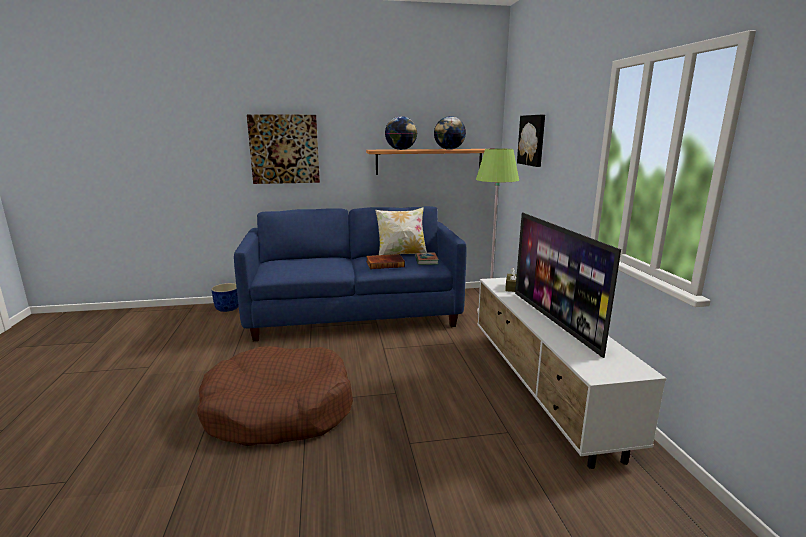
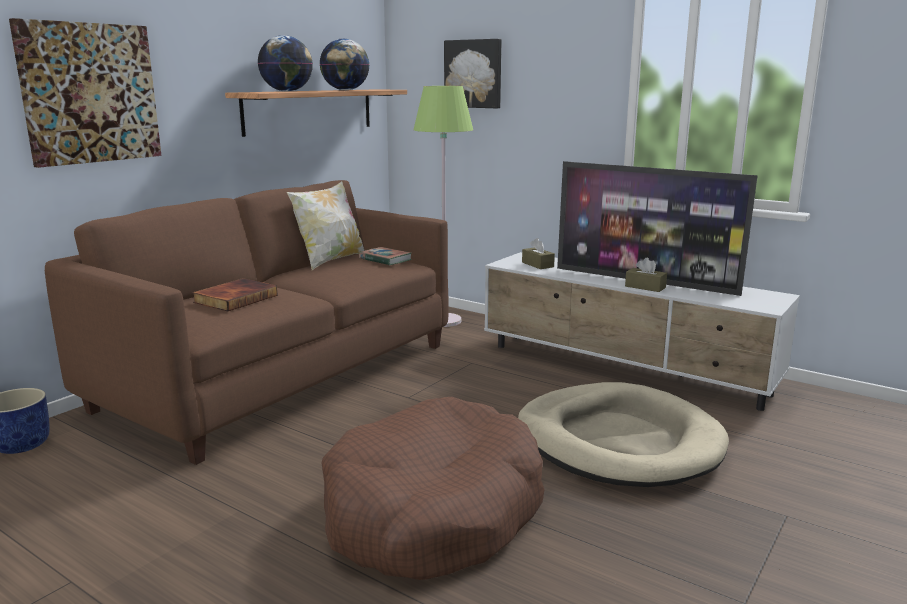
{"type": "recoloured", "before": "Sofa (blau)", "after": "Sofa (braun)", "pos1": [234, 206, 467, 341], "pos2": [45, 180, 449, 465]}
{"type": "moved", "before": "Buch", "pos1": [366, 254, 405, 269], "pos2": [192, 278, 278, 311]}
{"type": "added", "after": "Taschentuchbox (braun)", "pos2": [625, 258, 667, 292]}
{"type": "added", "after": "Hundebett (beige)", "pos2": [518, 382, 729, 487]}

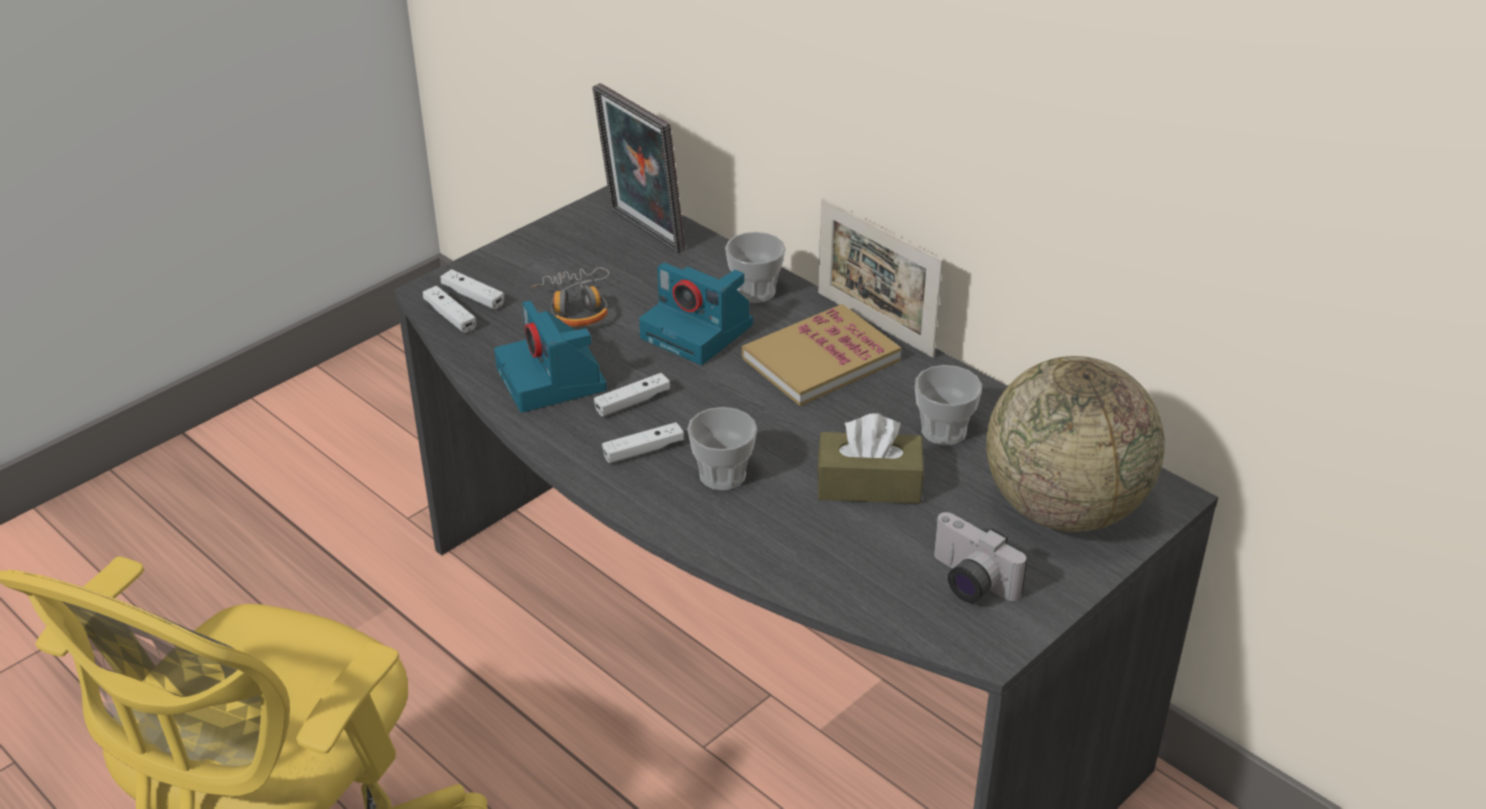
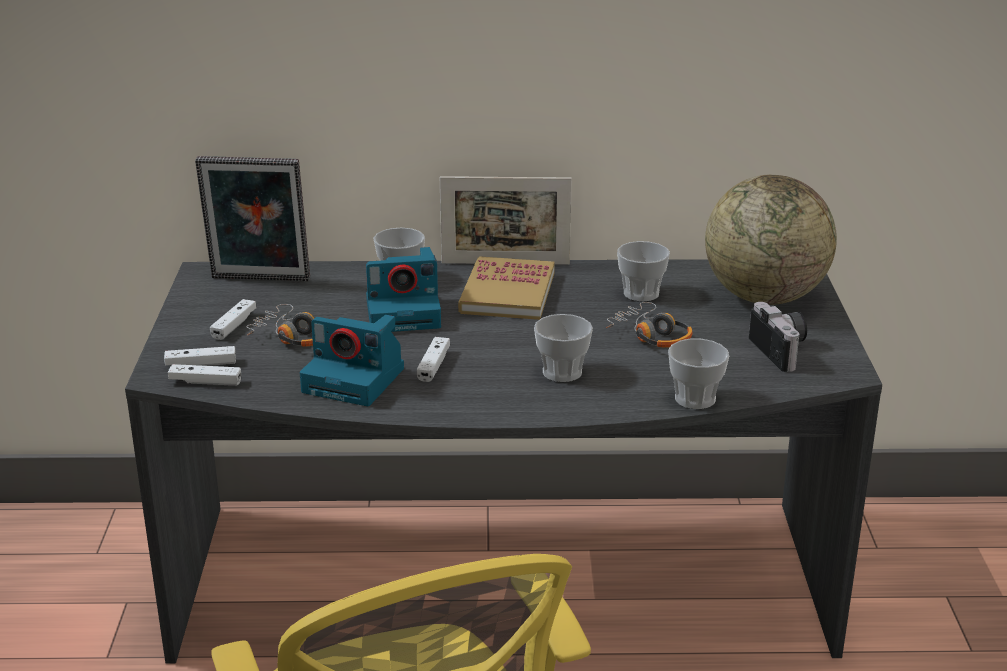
{"type": "replaced", "before": "Taschentuchbox (braun)", "after": "Kopfhörer", "pos1": [817, 413, 924, 504], "pos2": [606, 302, 692, 347]}
{"type": "moved", "before": "Gamepad (weiß)", "pos1": [602, 422, 684, 464], "pos2": [210, 299, 257, 340]}
{"type": "turned", "before": "Kamera", "pos1": [934, 512, 1027, 603], "pos2": [749, 302, 807, 372], "turn": -105}
{"type": "added", "after": "Tasse", "pos2": [668, 338, 729, 409]}

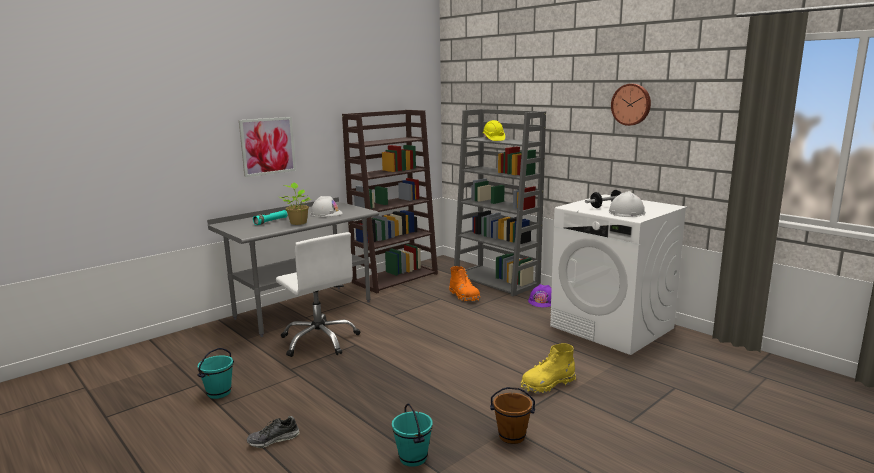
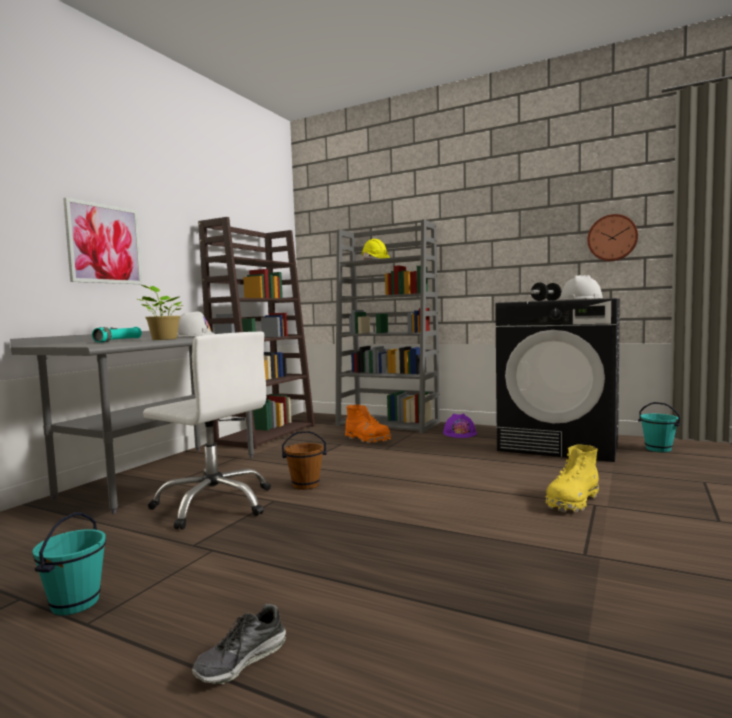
{"type": "moved", "before": "Wanduhr", "pos1": [611, 84, 651, 126], "pos2": [587, 214, 638, 261]}
{"type": "recoloured", "before": "Waschmaschine (weiß)", "after": "Waschmaschine (schwarz)", "pos1": [550, 194, 687, 355], "pos2": [495, 298, 620, 462]}
{"type": "moved", "before": "Eimer (braun)", "pos1": [490, 387, 535, 444], "pos2": [282, 431, 327, 490]}
{"type": "moved", "before": "Eimer (türkis)", "pos1": [392, 403, 433, 467], "pos2": [638, 402, 681, 452]}

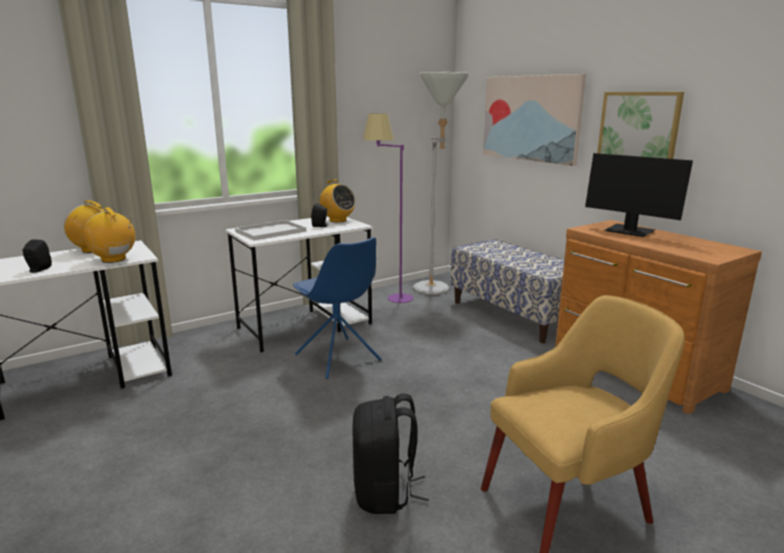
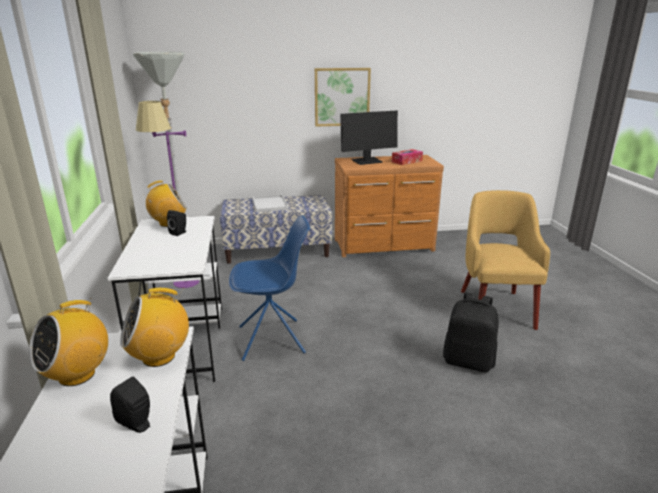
{"type": "removed", "before": "Bild", "pos1": [483, 74, 586, 166]}
{"type": "moved", "before": "Tablett (weiß)", "pos1": [235, 220, 306, 240], "pos2": [252, 194, 289, 212]}
{"type": "added", "after": "Taschentuchbox", "pos2": [392, 149, 423, 165]}

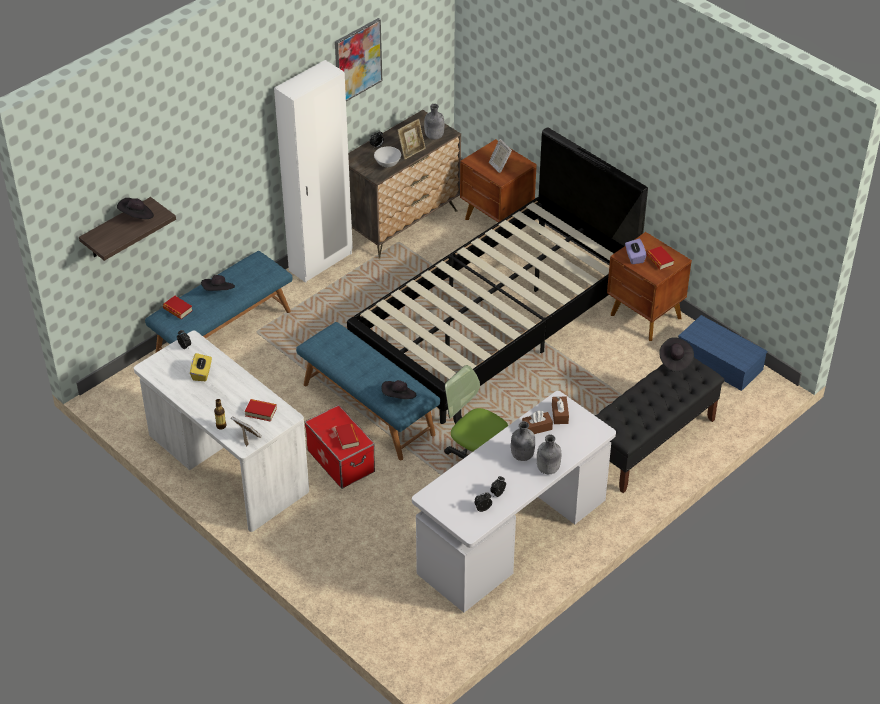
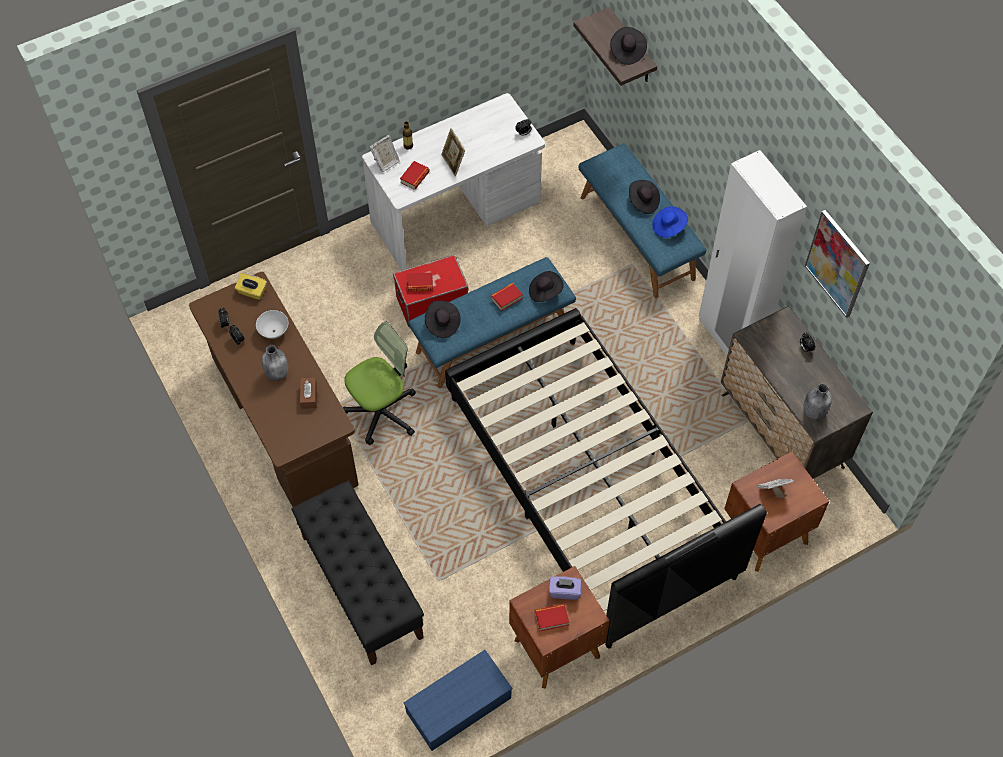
{"type": "moved", "before": "Bilderrahmen", "pos1": [397, 119, 426, 160], "pos2": [441, 128, 465, 176]}
{"type": "moved", "before": "Schüssel (weiß)", "pos1": [374, 146, 401, 167], "pos2": [256, 310, 288, 339]}
{"type": "moved", "before": "Buch", "pos1": [163, 296, 193, 319], "pos2": [491, 283, 523, 311]}
{"type": "moved", "before": "Hut (schwarz)", "pos1": [659, 337, 694, 372], "pos2": [529, 271, 564, 302]}
{"type": "moved", "before": "Taschentuchbox (gelb)", "pos1": [190, 353, 212, 381], "pos2": [235, 273, 267, 300]}
{"type": "recoloured", "before": "Schreibtisch (weiß)", "after": "Schreibtisch (braun)", "pos1": [412, 391, 616, 612], "pos2": [189, 272, 359, 507]}
{"type": "removed", "before": "Taschentuchbox (braun)", "pos1": [552, 397, 569, 424]}
{"type": "removed", "before": "Flasche (grau)", "pos1": [537, 435, 561, 474]}
{"type": "added", "after": "Hut (blau)", "pos2": [652, 206, 688, 238]}

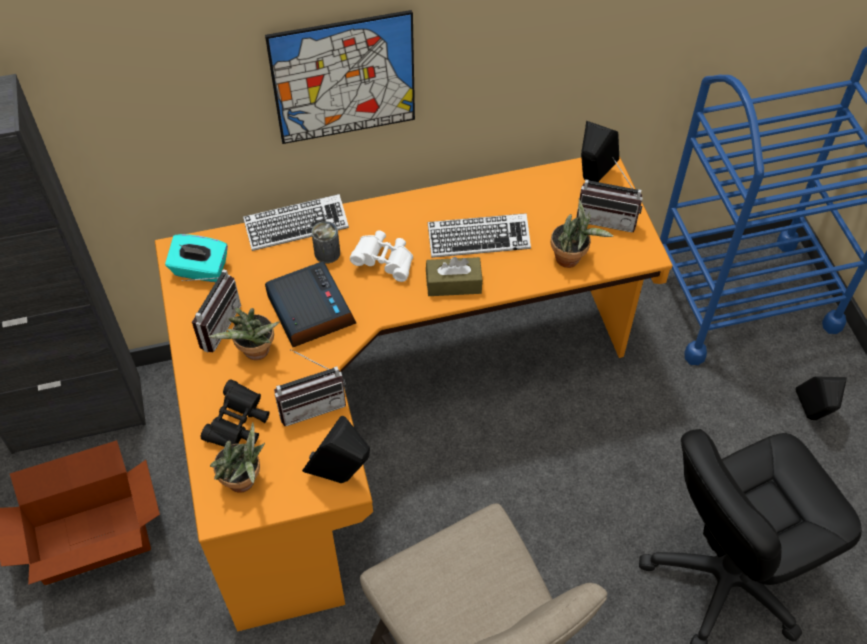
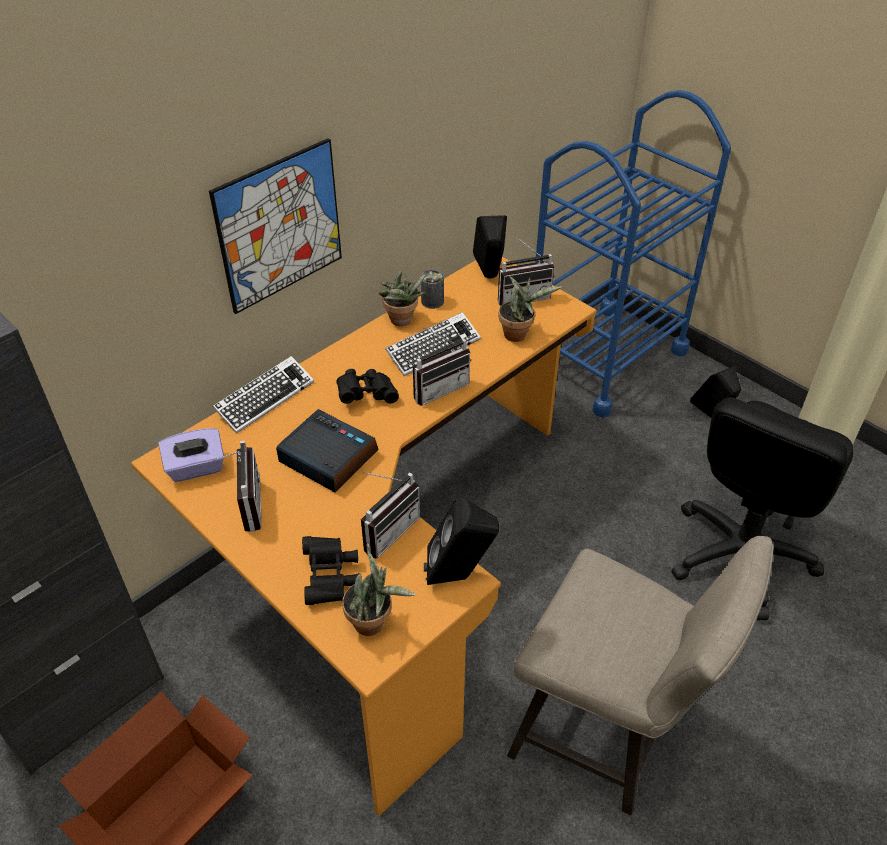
{"type": "moved", "before": "Dose", "pos1": [312, 221, 340, 263], "pos2": [421, 270, 444, 309]}
{"type": "recoloured", "before": "Fernglas (weiß)", "after": "Fernglas (schwarz)", "pos1": [350, 231, 413, 282], "pos2": [336, 369, 399, 404]}
{"type": "recoloured", "before": "Taschentuchbox (türkis)", "after": "Taschentuchbox (lila)", "pos1": [165, 234, 228, 282], "pos2": [158, 428, 224, 482]}
{"type": "replaced", "before": "Taschentuchbox (braun)", "after": "Radio", "pos1": [426, 257, 483, 296], "pos2": [413, 327, 471, 406]}
{"type": "moved", "before": "Topfpflanze", "pos1": [208, 308, 279, 360], "pos2": [378, 270, 426, 326]}

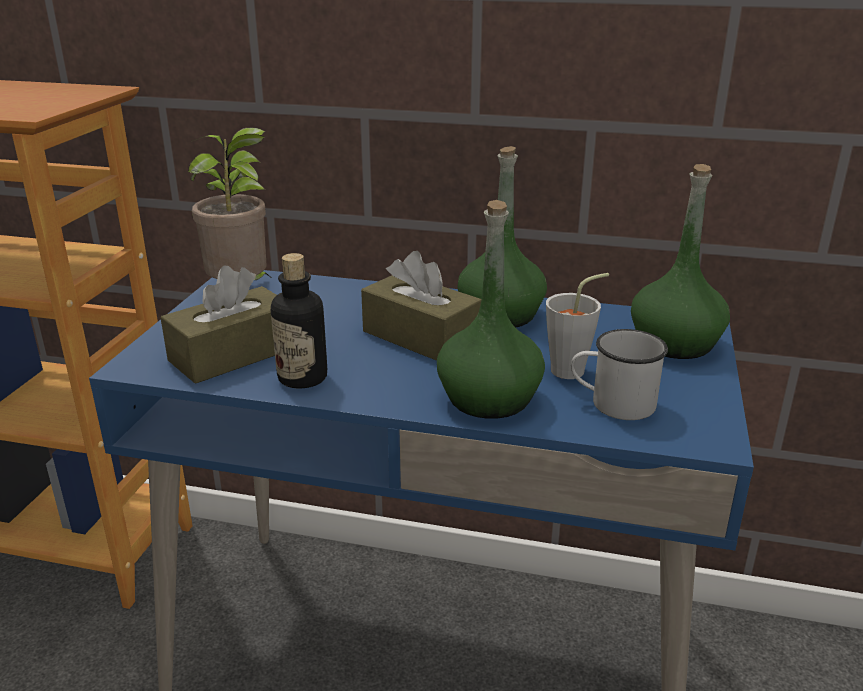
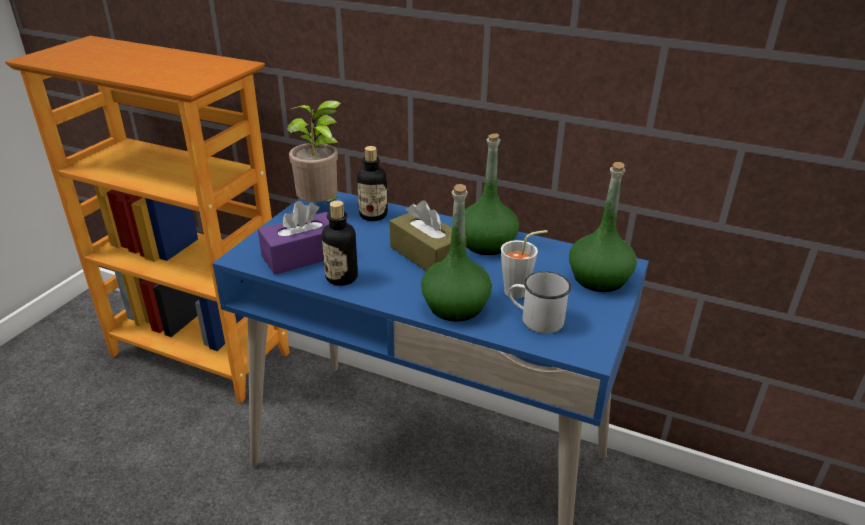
{"type": "recoloured", "before": "Taschentuchbox (braun)", "after": "Taschentuchbox (lila)", "pos1": [160, 265, 277, 384], "pos2": [258, 201, 329, 275]}
{"type": "added", "after": "Flasche", "pos2": [357, 146, 388, 221]}

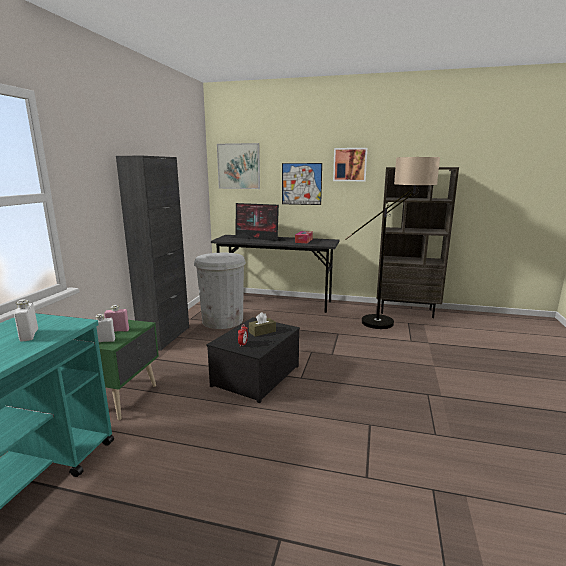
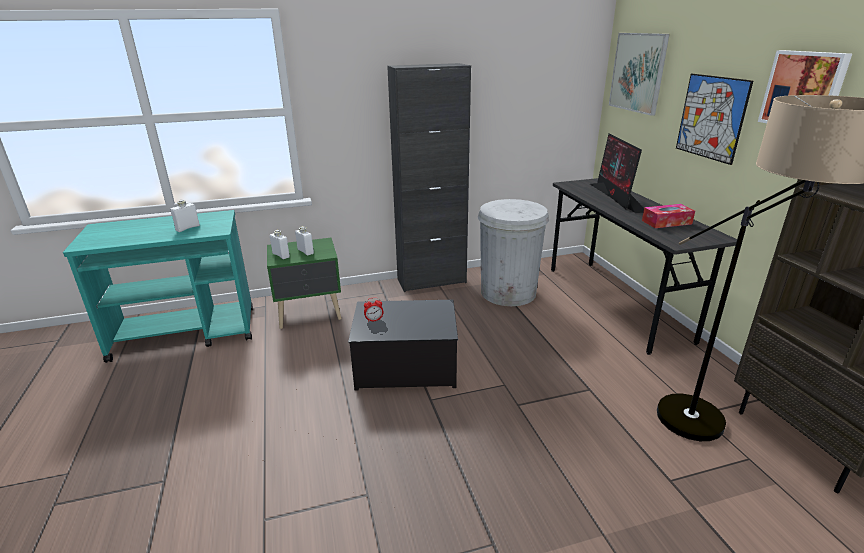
{"type": "recoloured", "before": "Flasche (rosa)", "after": "Flasche (weiß)", "pos1": [104, 305, 129, 332], "pos2": [295, 226, 314, 255]}
{"type": "removed", "before": "Taschentuchbox (braun)", "pos1": [249, 312, 276, 337]}

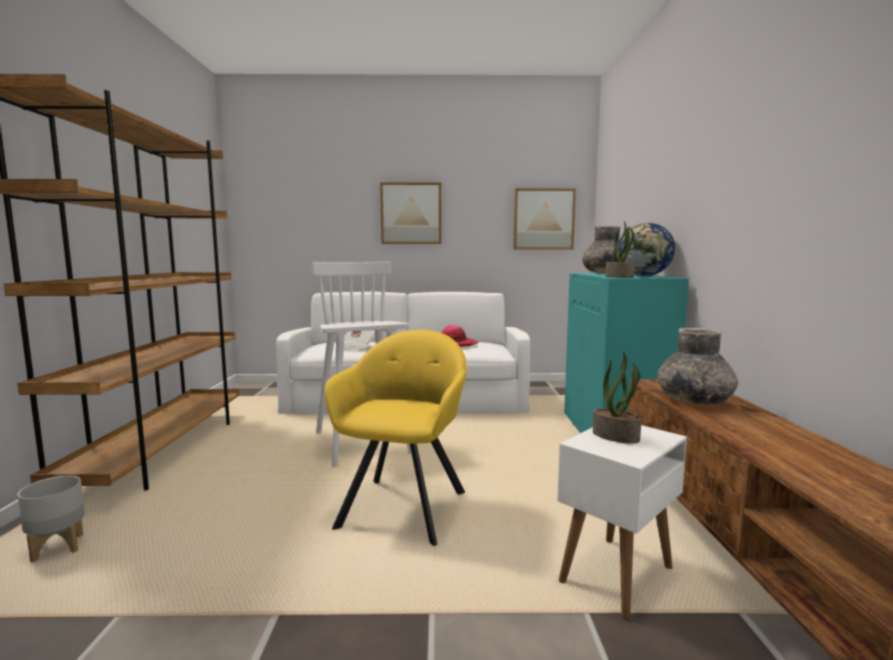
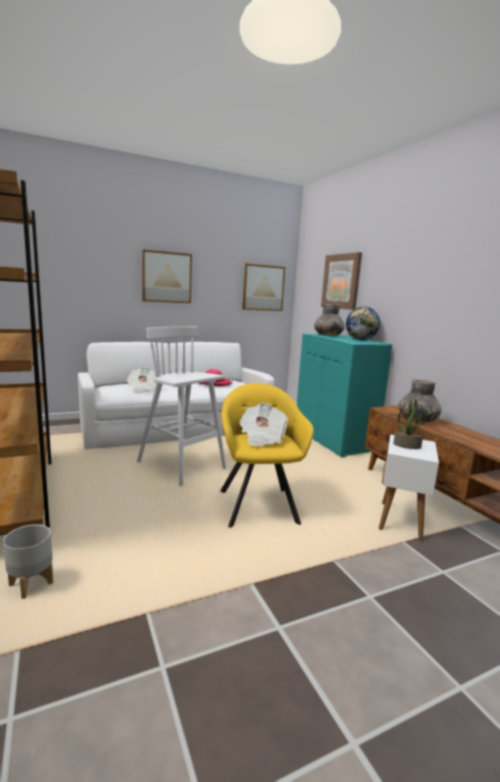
{"type": "removed", "before": "Topfpflanze", "pos1": [605, 221, 635, 278]}
{"type": "added", "after": "Bild", "pos2": [321, 252, 362, 310]}
{"type": "added", "after": "Zeitung", "pos2": [239, 403, 288, 447]}

